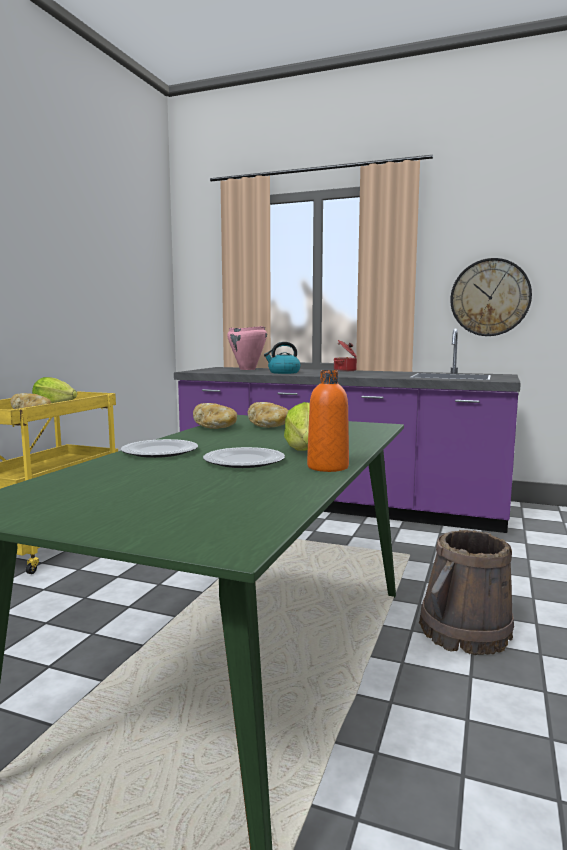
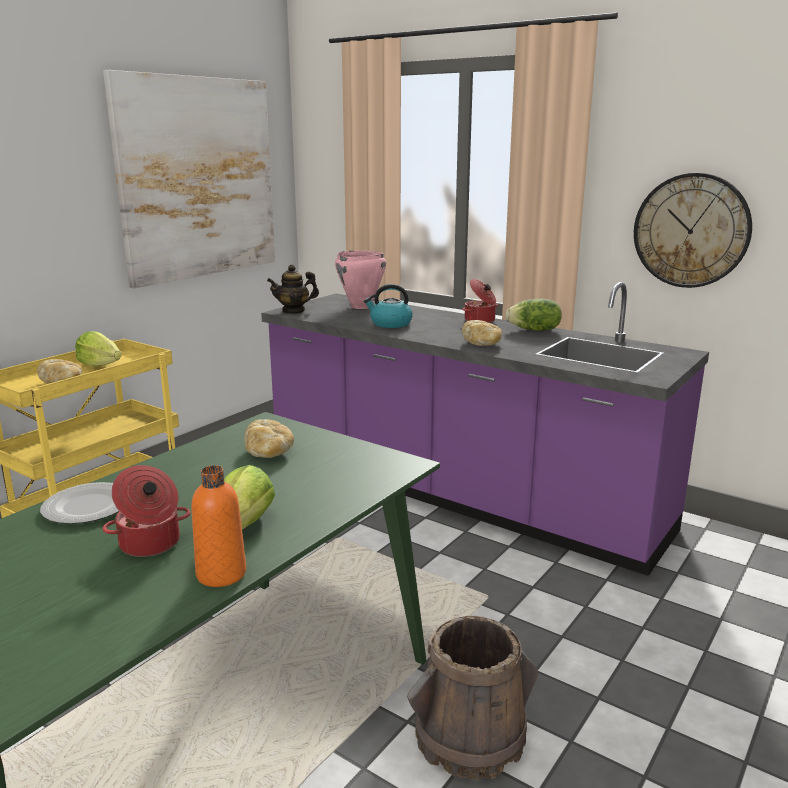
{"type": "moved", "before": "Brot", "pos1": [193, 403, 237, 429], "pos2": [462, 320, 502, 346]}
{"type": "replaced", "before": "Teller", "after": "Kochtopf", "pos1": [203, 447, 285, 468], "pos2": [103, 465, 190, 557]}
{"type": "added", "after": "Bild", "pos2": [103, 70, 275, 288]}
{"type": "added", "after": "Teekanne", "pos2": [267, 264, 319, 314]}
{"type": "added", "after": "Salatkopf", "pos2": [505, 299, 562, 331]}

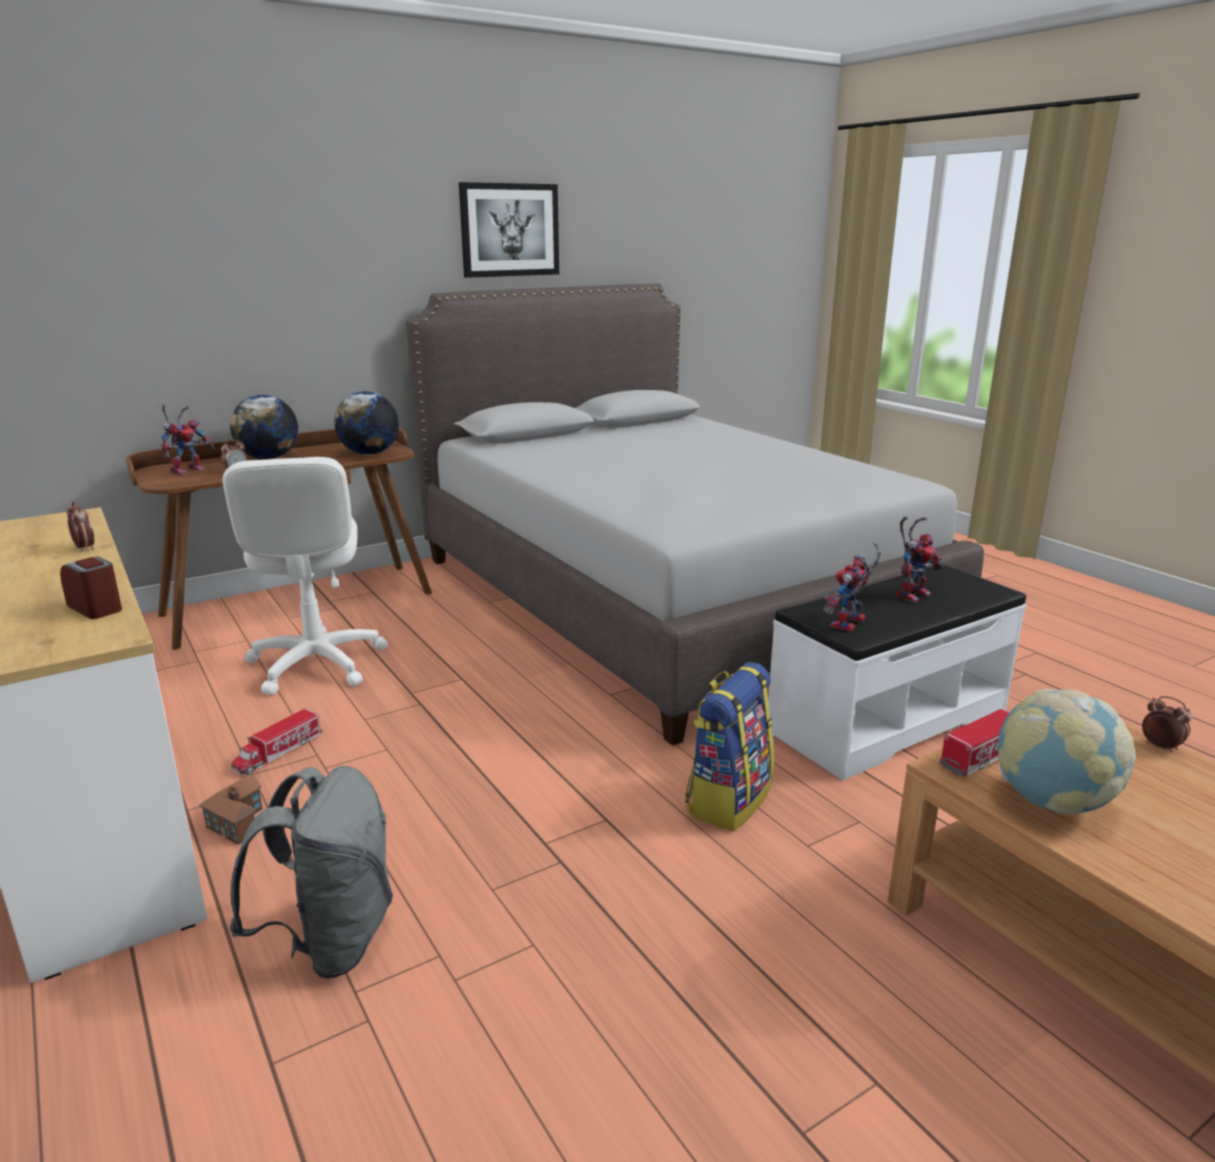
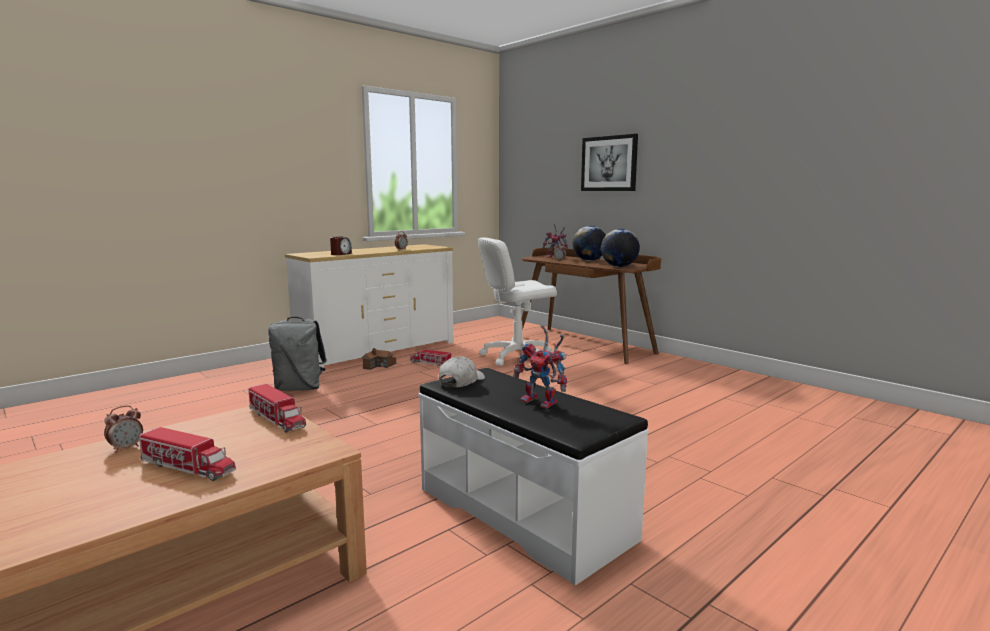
{"type": "moved", "before": "Bild", "pos1": [459, 182, 559, 278], "pos2": [581, 134, 638, 191]}
{"type": "removed", "before": "Bett (grau)", "pos1": [406, 284, 984, 746]}
{"type": "replaced", "before": "Spielzeugroboter", "after": "Kappe (weiß)", "pos1": [823, 542, 881, 632], "pos2": [439, 356, 485, 387]}
{"type": "removed", "before": "Rucksack", "pos1": [685, 662, 774, 831]}
{"type": "removed", "before": "Globus", "pos1": [998, 689, 1136, 814]}
{"type": "moved", "before": "Wecker", "pos1": [1142, 696, 1192, 752], "pos2": [104, 406, 143, 453]}
{"type": "added", "after": "Spielzeuglaster", "pos2": [139, 427, 236, 481]}

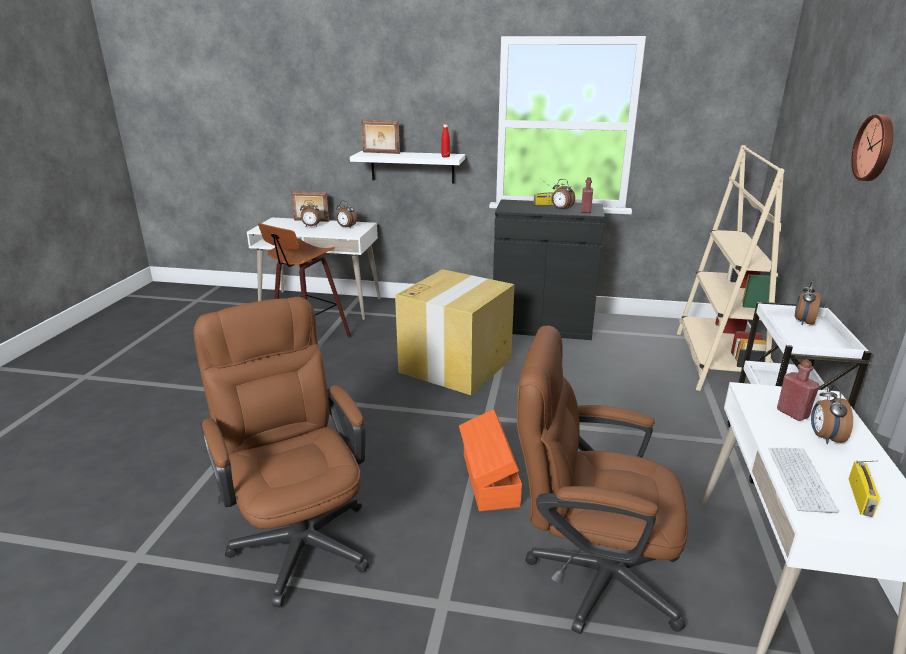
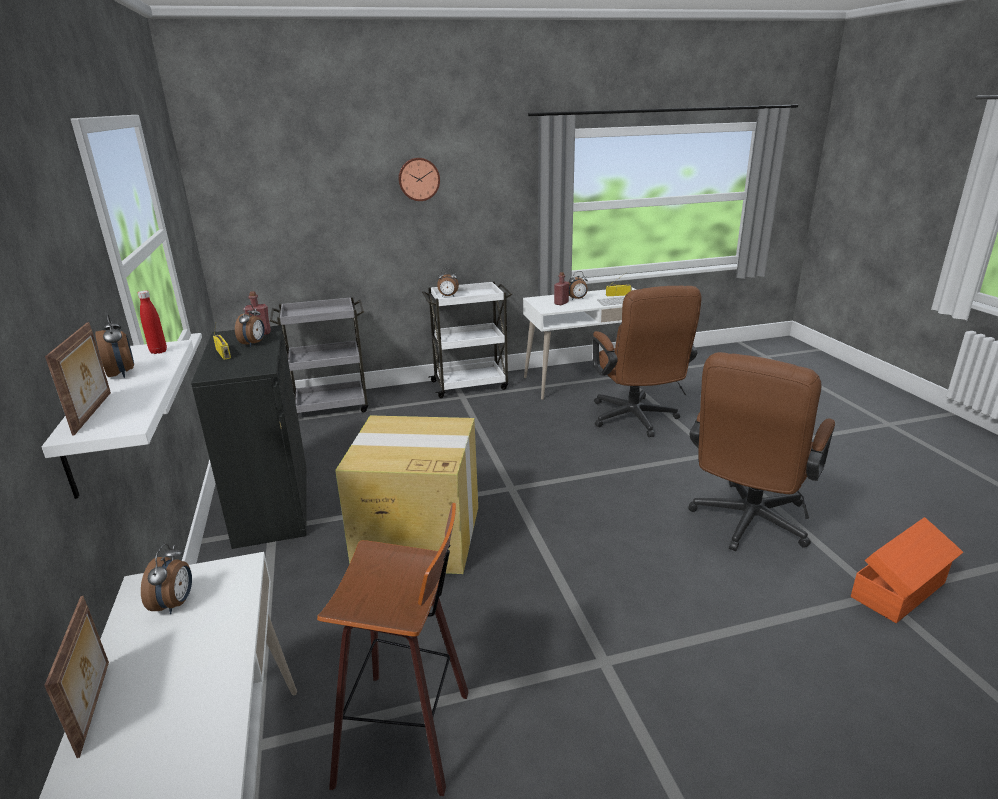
{"type": "replaced", "before": "Bücherregal (beige)", "after": "Rollwagen (grau)", "pos1": [677, 145, 785, 391], "pos2": [270, 297, 368, 415]}
{"type": "moved", "before": "Wecker", "pos1": [300, 200, 321, 227], "pos2": [95, 313, 134, 378]}
{"type": "moved", "before": "Aufbewahrungsbox (orange)", "pos1": [459, 409, 522, 511], "pos2": [851, 517, 963, 623]}

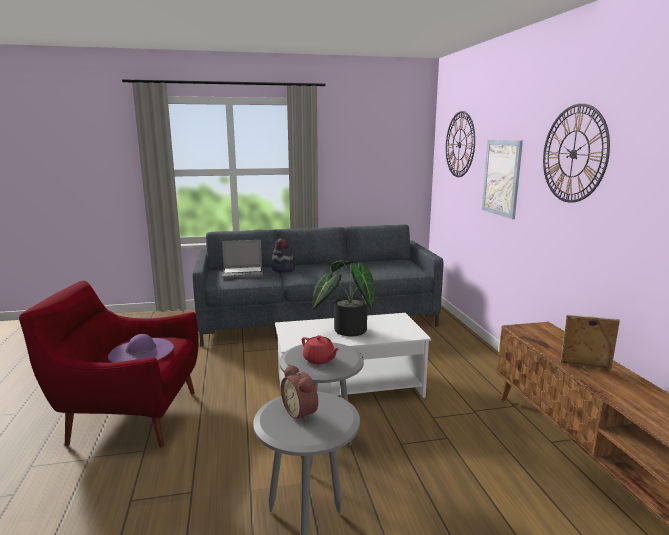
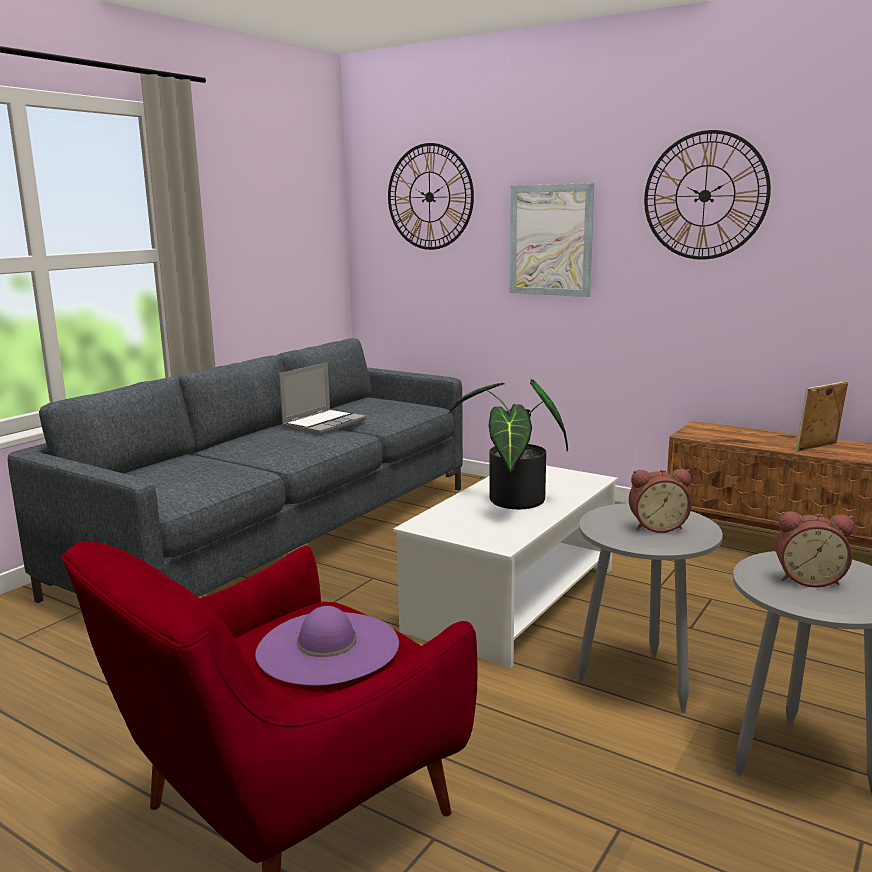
{"type": "removed", "before": "Hut", "pos1": [271, 238, 295, 272]}
{"type": "moved", "before": "Laptop", "pos1": [222, 240, 263, 279], "pos2": [279, 362, 366, 435]}
{"type": "replaced", "before": "Teekanne (rot)", "after": "Wecker", "pos1": [302, 335, 340, 364], "pos2": [629, 469, 692, 533]}

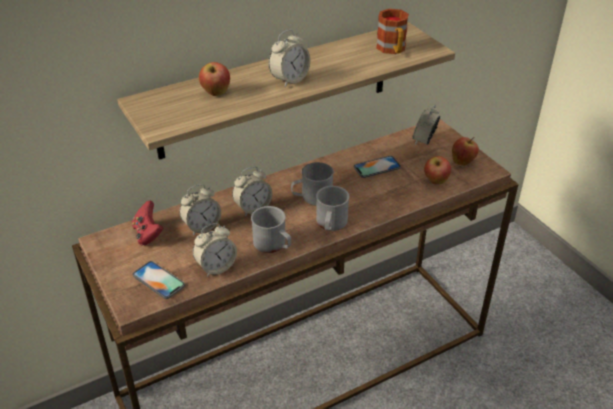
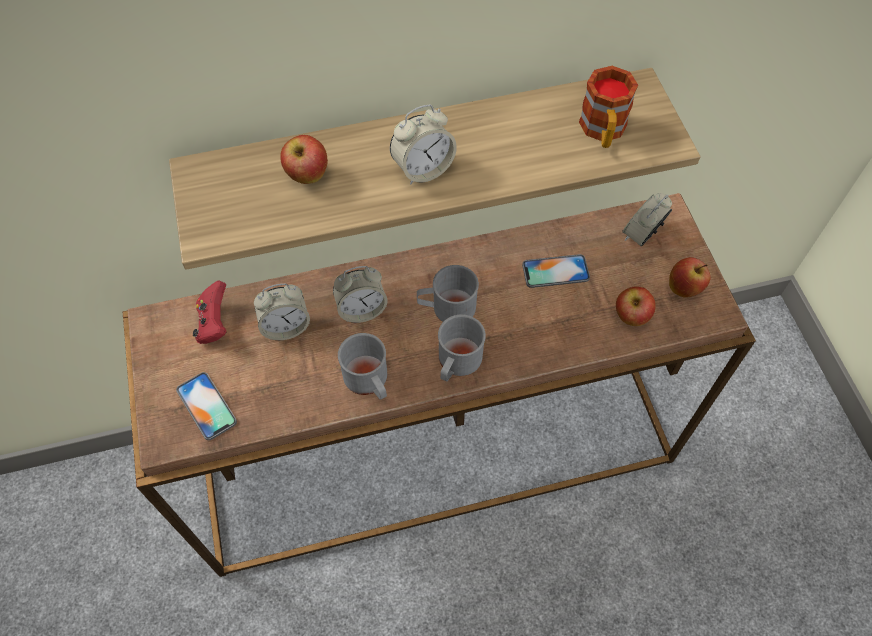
{"type": "removed", "before": "Wecker", "pos1": [193, 223, 237, 277]}

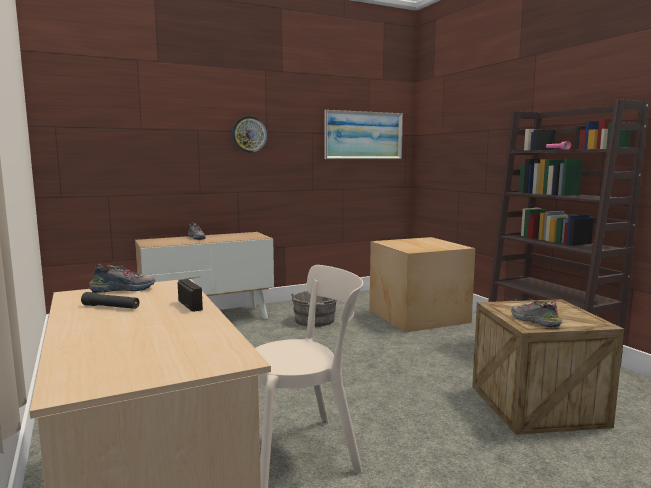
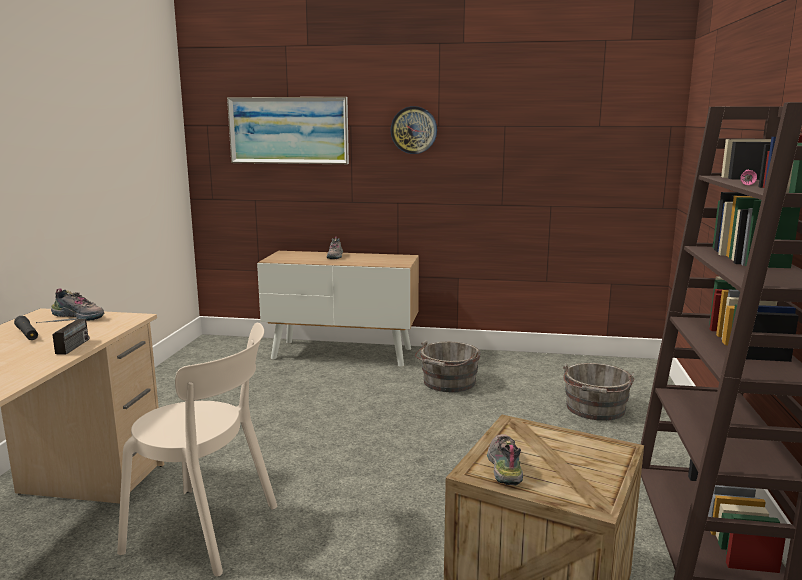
{"type": "moved", "before": "Bild", "pos1": [324, 110, 403, 159], "pos2": [227, 97, 349, 164]}
{"type": "replaced", "before": "Karton", "after": "Eimer (grau)", "pos1": [370, 237, 475, 332], "pos2": [563, 363, 634, 421]}

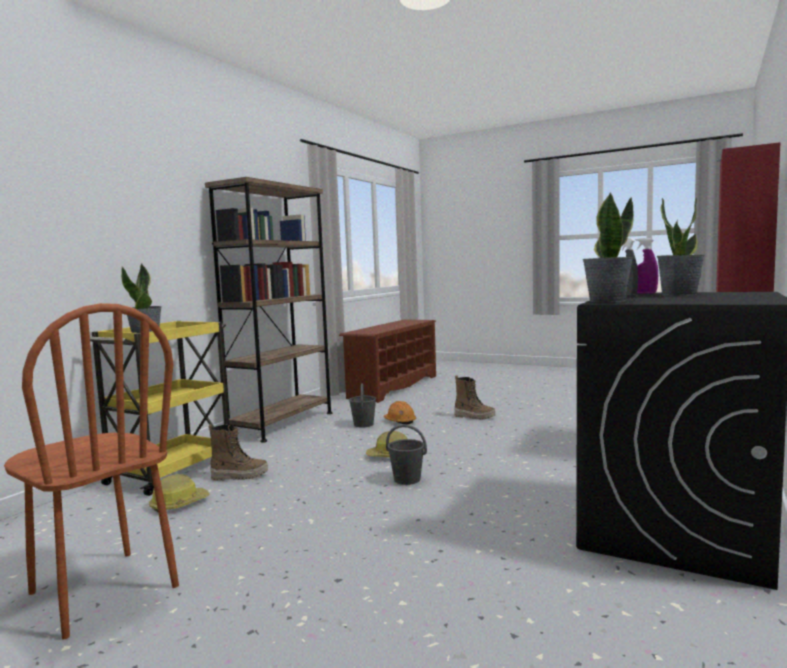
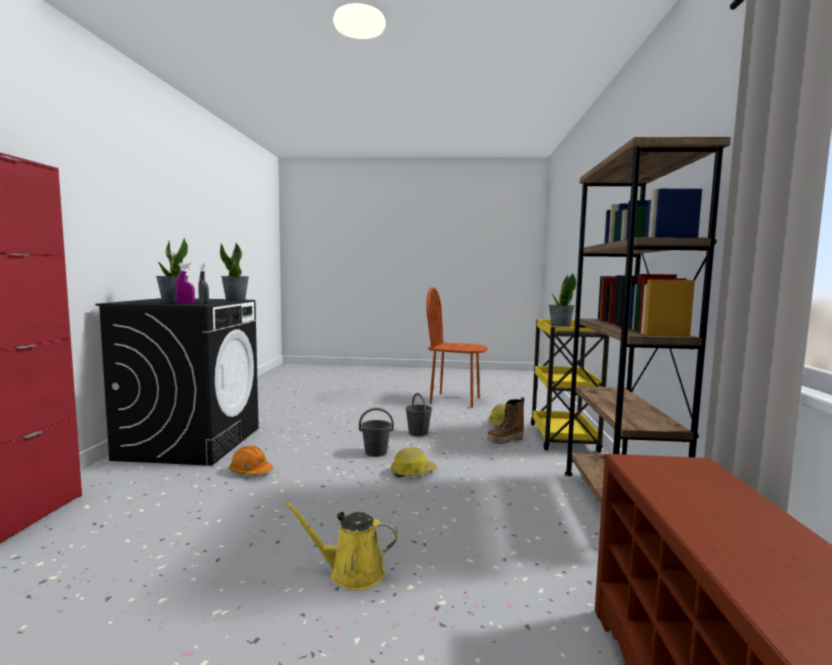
{"type": "replaced", "before": "Stiefel", "after": "Gießkanne (gelb)", "pos1": [454, 375, 495, 420], "pos2": [284, 502, 398, 590]}
{"type": "moved", "before": "Eimer (grau)", "pos1": [349, 383, 376, 428], "pos2": [405, 393, 432, 436]}
{"type": "moved", "before": "Schutzhelm (orange)", "pos1": [384, 401, 416, 424], "pos2": [229, 446, 273, 475]}

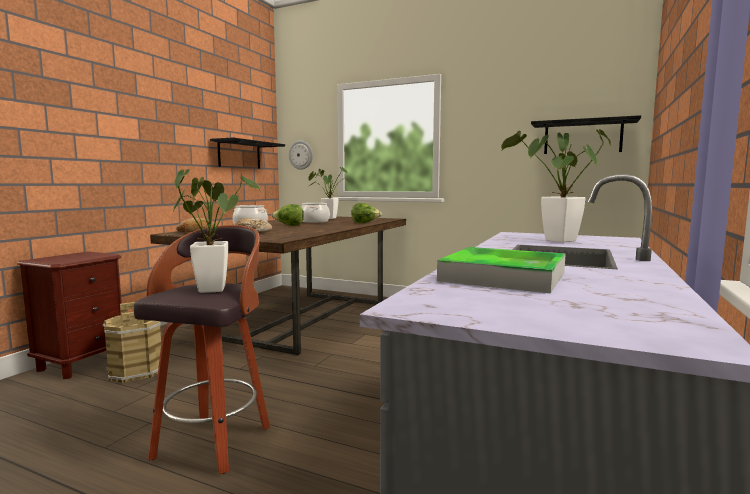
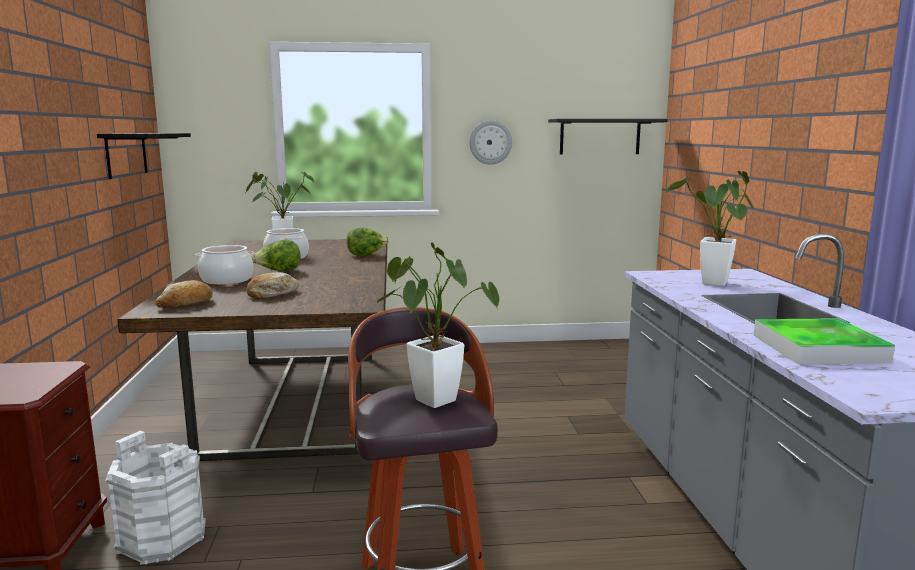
{"type": "moved", "before": "Wanduhr", "pos1": [289, 141, 313, 170], "pos2": [469, 120, 512, 165]}
{"type": "recoloured", "before": "Eimer (braun)", "after": "Eimer (weiß)", "pos1": [102, 302, 161, 383], "pos2": [105, 431, 206, 565]}

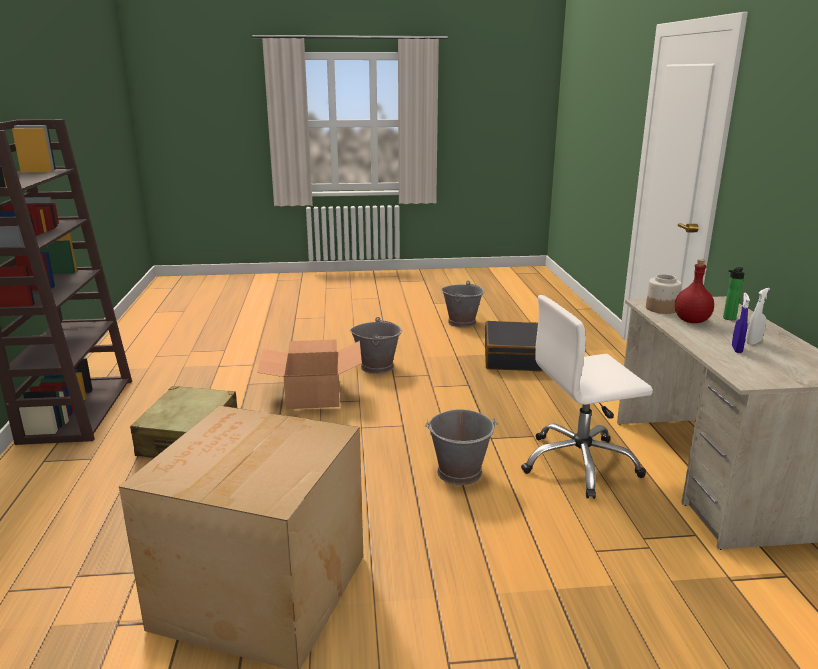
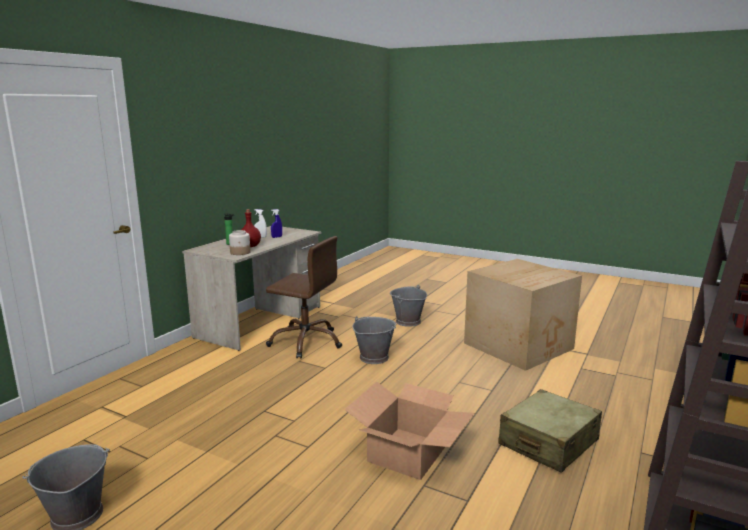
{"type": "recoloured", "before": "Bürostuhl (weiß)", "after": "Bürostuhl (braun)", "pos1": [521, 295, 653, 499], "pos2": [266, 236, 342, 359]}
{"type": "moved", "before": "Eimer (grau)", "pos1": [350, 317, 402, 374], "pos2": [390, 285, 427, 327]}
{"type": "removed", "before": "Koffer (schwarz)", "pos1": [485, 321, 542, 372]}

